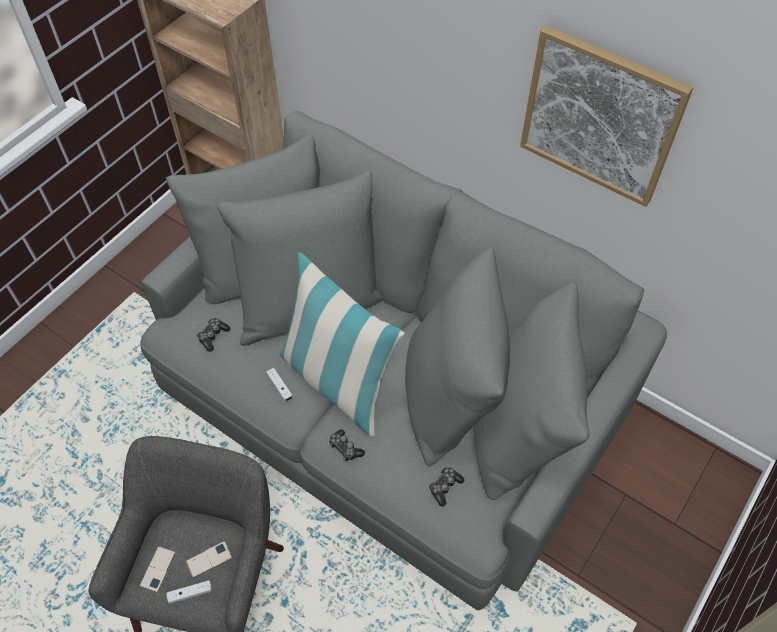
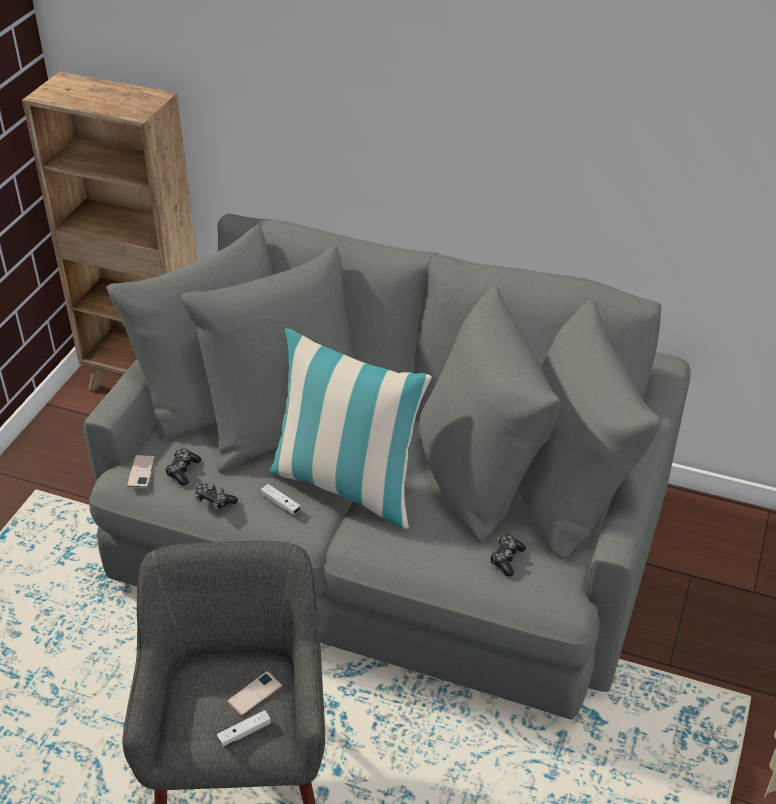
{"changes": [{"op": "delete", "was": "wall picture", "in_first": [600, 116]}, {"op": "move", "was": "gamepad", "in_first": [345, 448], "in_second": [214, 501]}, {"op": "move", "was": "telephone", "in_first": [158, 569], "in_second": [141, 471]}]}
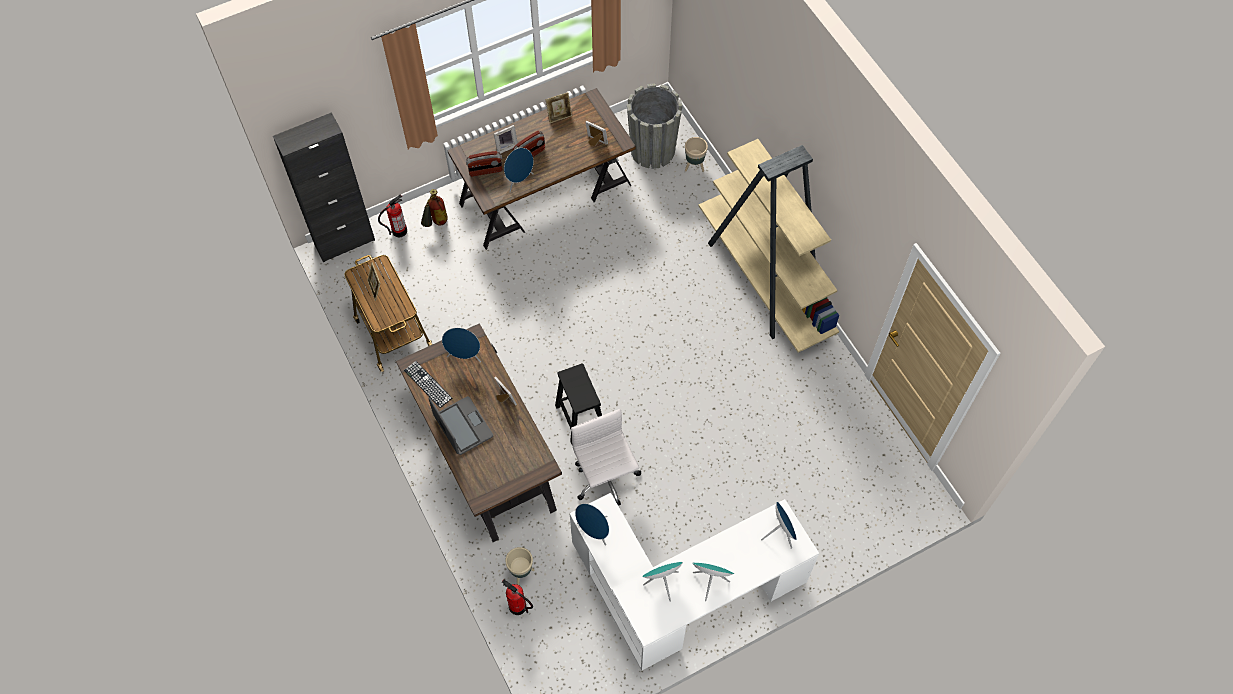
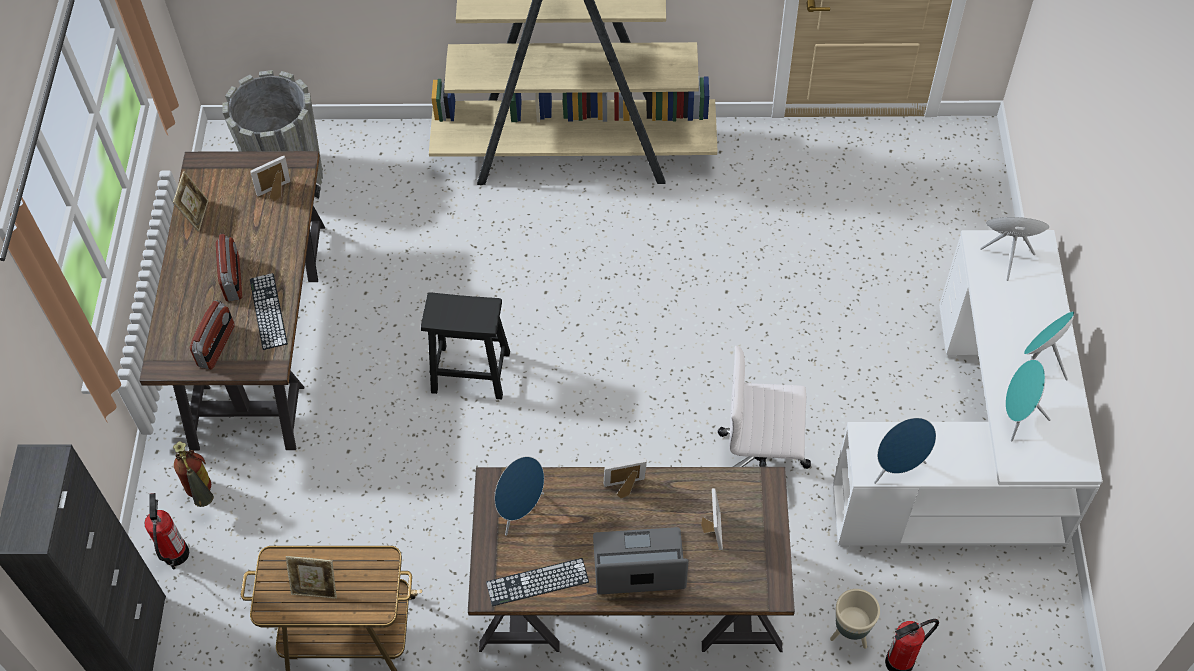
{"changes": [{"op": "move", "was": "standing frame", "in_first": [506, 146], "in_second": [711, 531]}, {"op": "delete", "was": "sand-coloured plant pot", "in_first": [694, 166]}, {"op": "replace", "was": "blue loudspeaker", "now": "keyboard", "in_first": [519, 181], "in_second": [268, 311]}, {"op": "move", "was": "black sitting stool", "in_first": [581, 419], "in_second": [472, 372]}]}
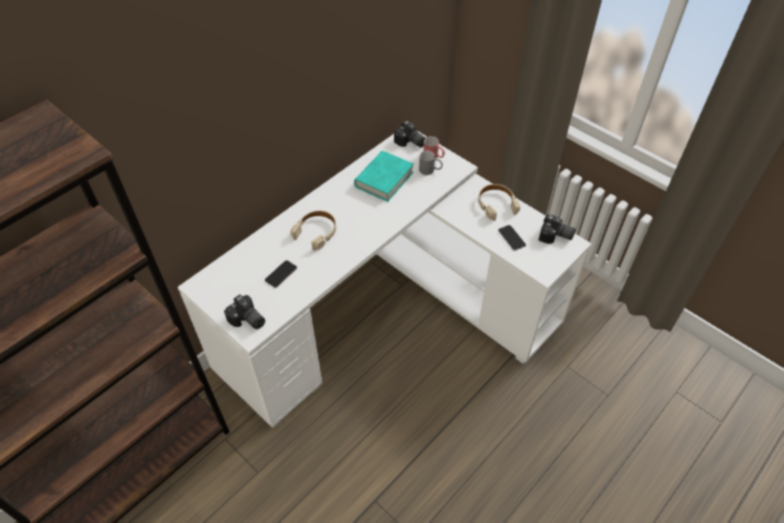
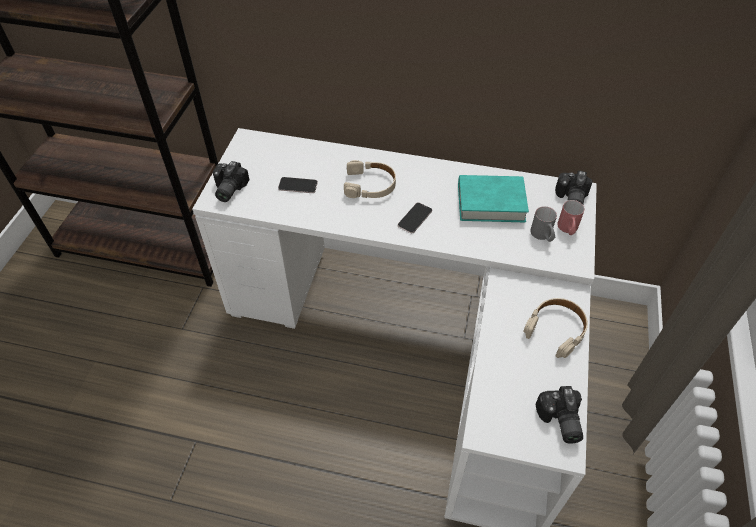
{"changes": [{"op": "move", "was": "telephone", "in_first": [511, 238], "in_second": [415, 218]}]}
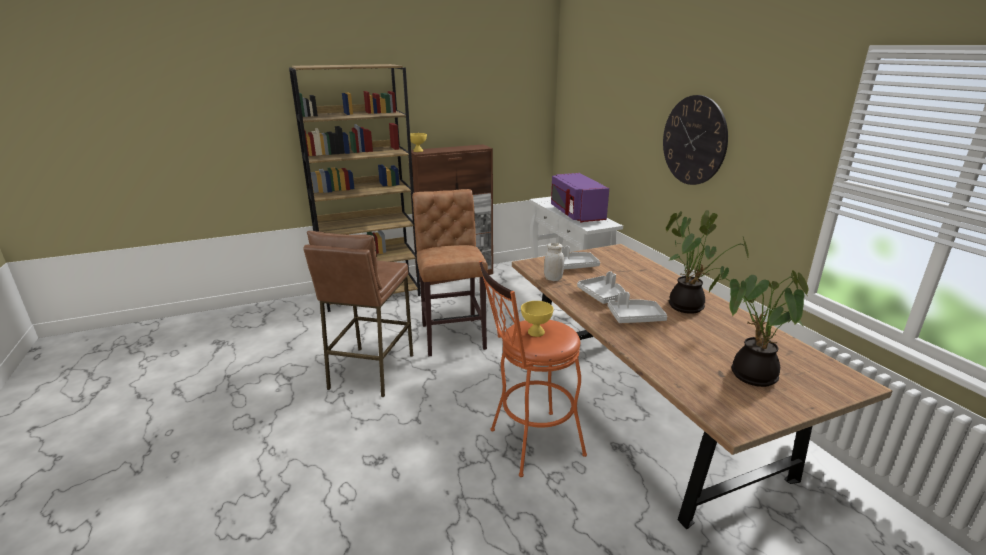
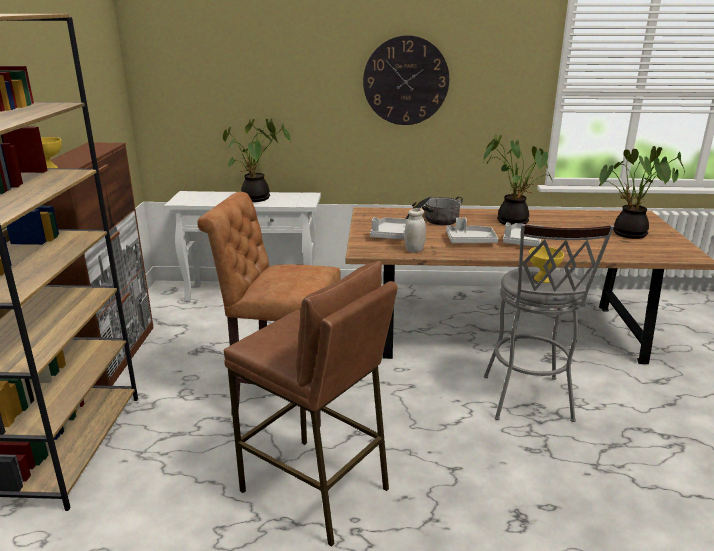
{"changes": [{"op": "replace", "was": "purple microwave oven", "now": "houseplant", "in_first": [576, 214], "in_second": [257, 199]}, {"op": "recolor", "was": "orangey sitting stool", "now": "greyish sitting stool", "in_first": [529, 444], "in_second": [528, 403]}, {"op": "insert", "now": "saucepot", "in_second": [433, 220]}]}
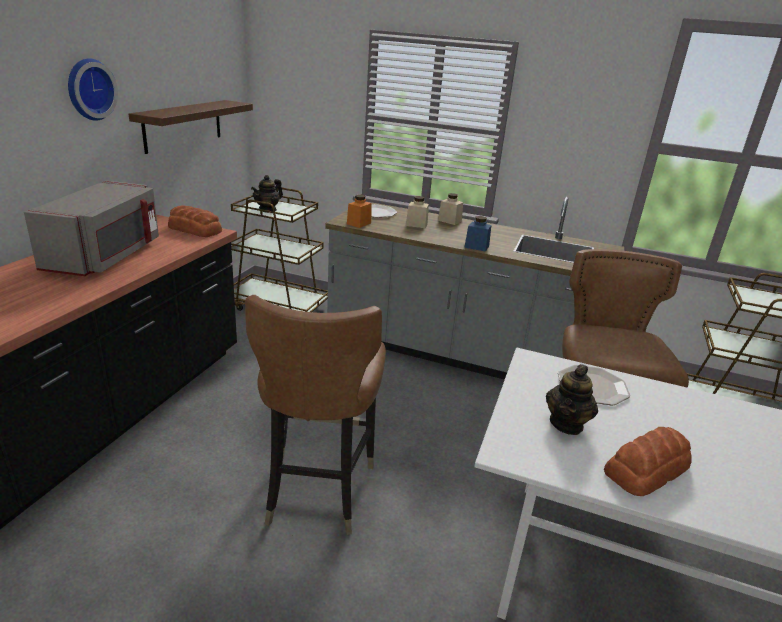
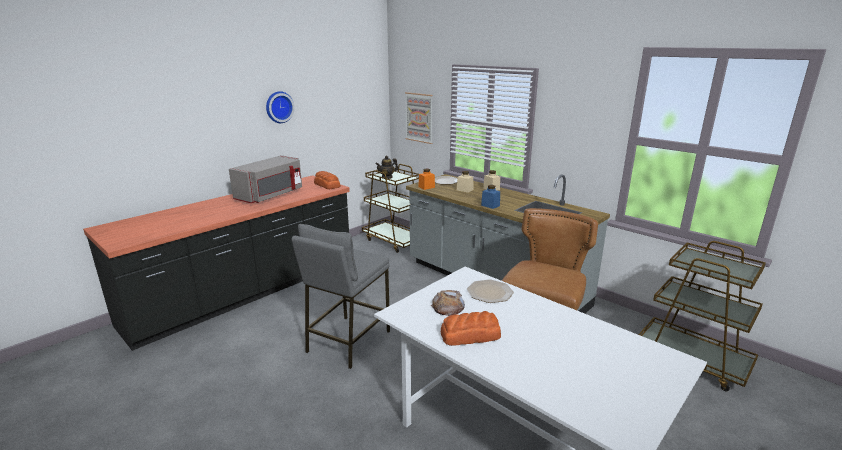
{"changes": [{"op": "delete", "was": "brown shelf", "in_first": [183, 125]}, {"op": "replace", "was": "brown chair", "now": "greyish sitting stool", "in_first": [317, 490], "in_second": [347, 341]}, {"op": "replace", "was": "pot for tea", "now": "bread", "in_first": [566, 424], "in_second": [448, 307]}, {"op": "insert", "now": "wall picture", "in_second": [419, 117]}]}
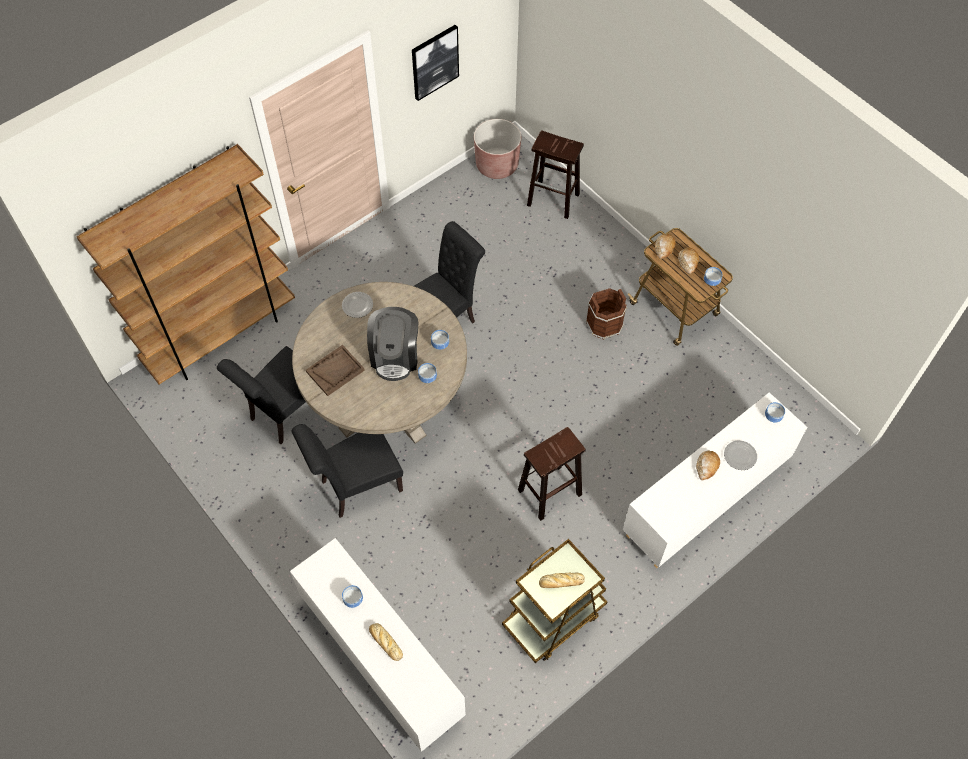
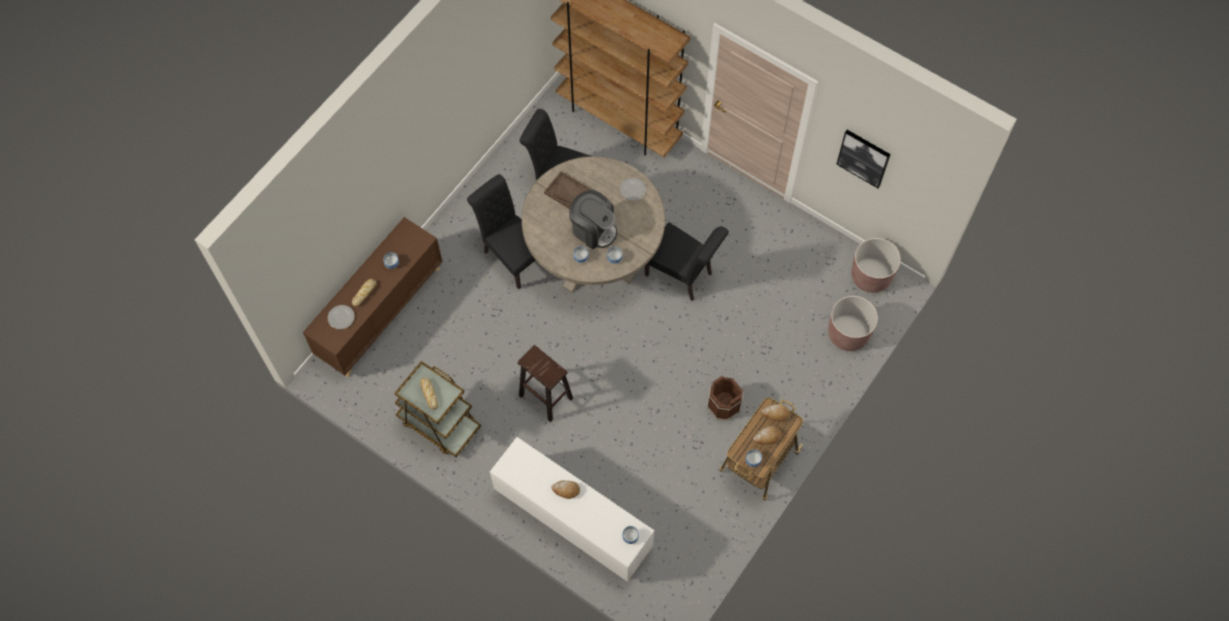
{"changes": [{"op": "replace", "was": "brown sitting stool", "now": "brown plant pot", "in_first": [554, 200], "in_second": [848, 333]}, {"op": "rotate", "was": "coffee brewer", "in_first": [395, 356], "in_second": [593, 229], "clockwise": -135}, {"op": "move", "was": "dinner plate", "in_first": [740, 455], "in_second": [341, 318]}, {"op": "recolor", "was": "white cupboard", "now": "brown cupboard", "in_first": [381, 657], "in_second": [381, 312]}]}
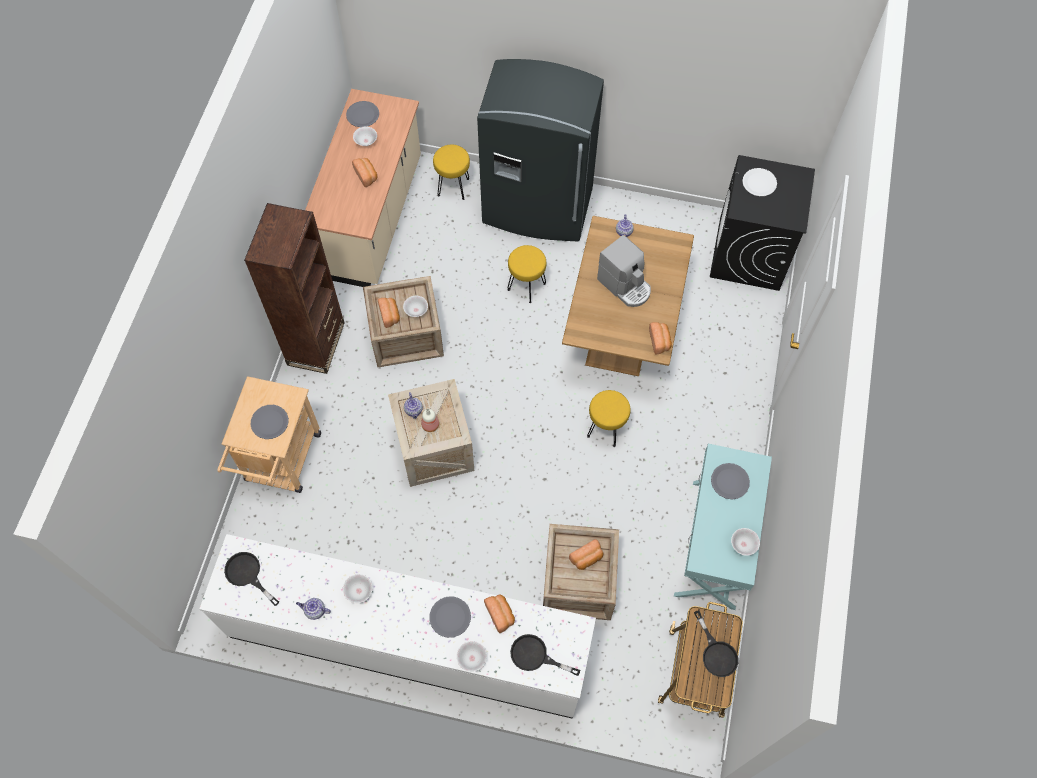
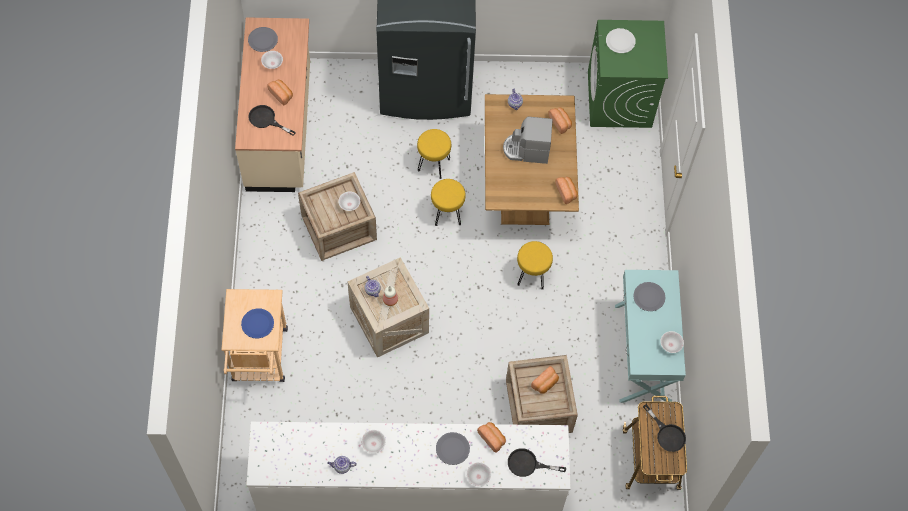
{"changes": [{"op": "move", "was": "yellow-coloured sitting stool", "in_first": [453, 186], "in_second": [447, 213]}, {"op": "recolor", "was": "black laundry appliance", "now": "greenish laundry appliance", "in_first": [749, 254], "in_second": [619, 100]}, {"op": "delete", "was": "brown shelving unit", "in_first": [316, 343]}, {"op": "rotate", "was": "coffee brewer", "in_first": [625, 285], "in_second": [527, 150], "clockwise": 150}, {"op": "move", "was": "bread", "in_first": [390, 315], "in_second": [560, 122]}, {"op": "recolor", "was": "greyish dinner plate", "now": "blue dinner plate", "in_first": [269, 422], "in_second": [257, 324]}, {"op": "move", "was": "black frying pan", "in_first": [247, 575], "in_second": [266, 120]}]}
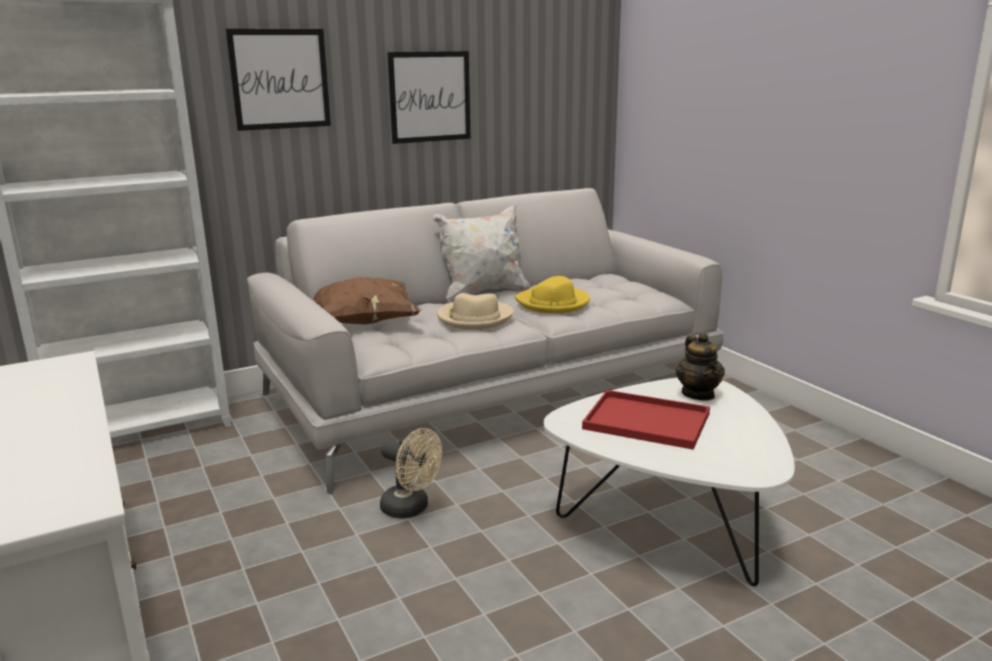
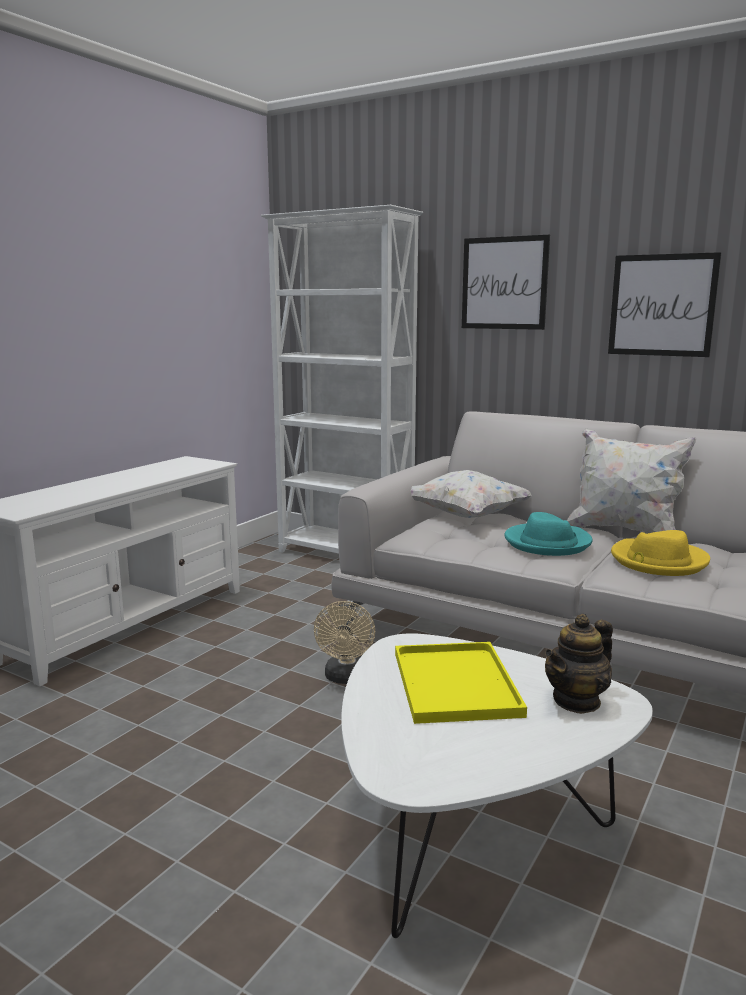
{"changes": [{"op": "recolor", "was": "brown throw pillow", "now": "white throw pillow", "in_first": [364, 323], "in_second": [465, 516]}, {"op": "recolor", "was": "sand-coloured wearable hat", "now": "turquoise-coloured wearable hat", "in_first": [474, 318], "in_second": [547, 543]}, {"op": "recolor", "was": "red-coloured tray", "now": "yellow-coloured tray", "in_first": [649, 421], "in_second": [457, 685]}]}
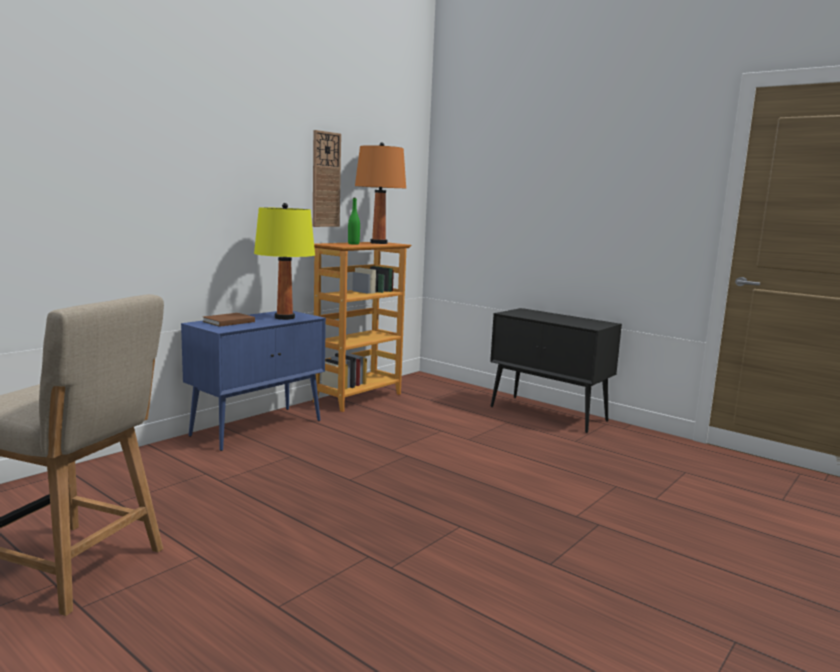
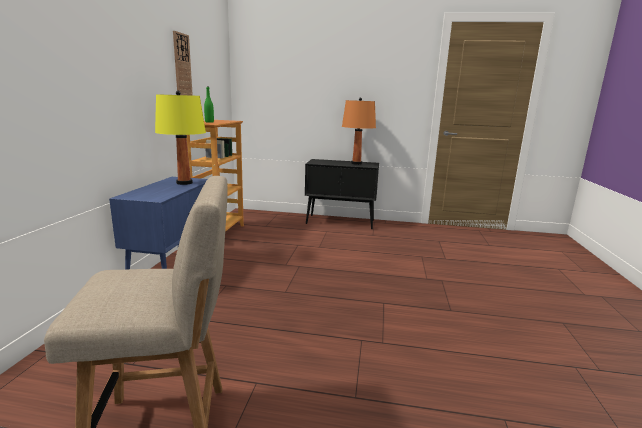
{"changes": [{"op": "move", "was": "orangey lamp for a table", "in_first": [379, 243], "in_second": [356, 163]}, {"op": "delete", "was": "brown bound book", "in_first": [227, 322]}]}
